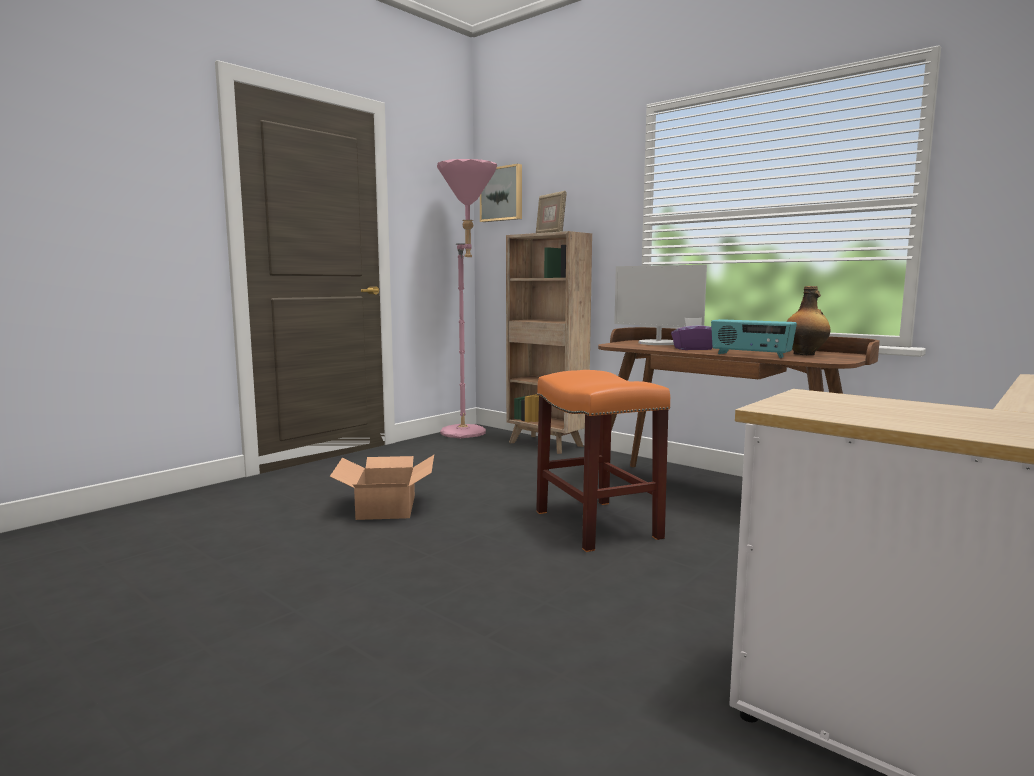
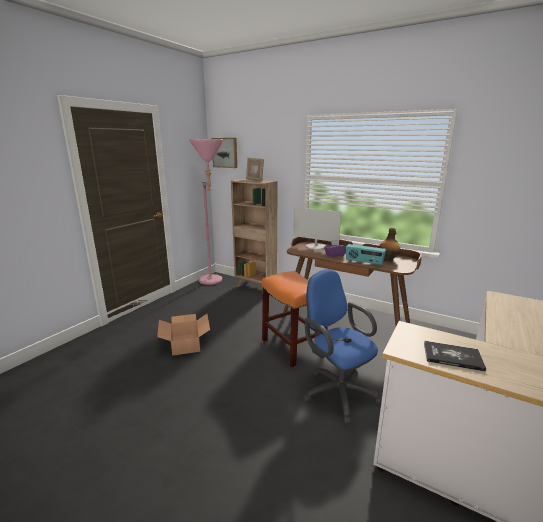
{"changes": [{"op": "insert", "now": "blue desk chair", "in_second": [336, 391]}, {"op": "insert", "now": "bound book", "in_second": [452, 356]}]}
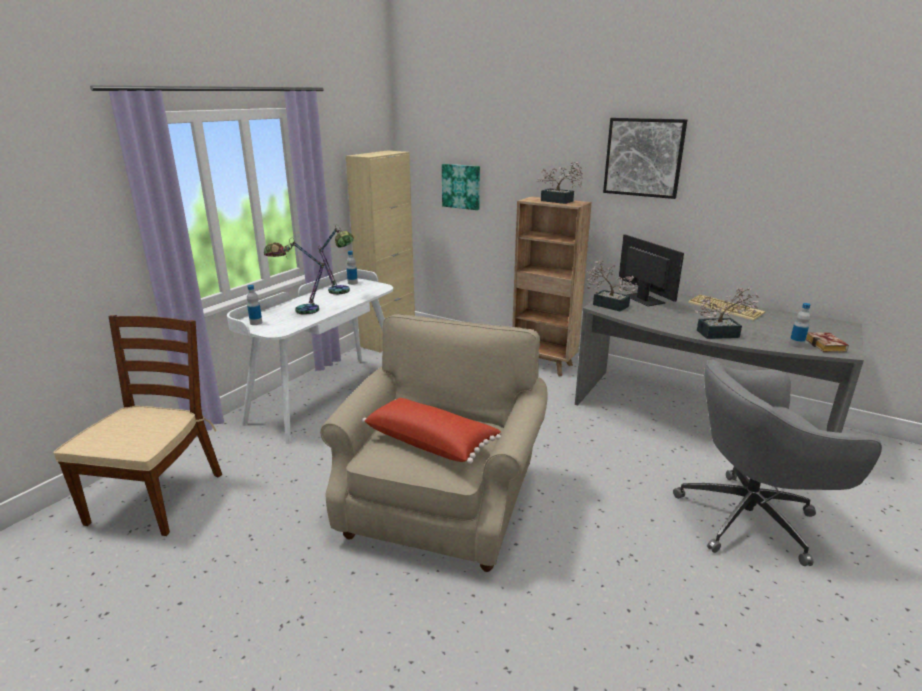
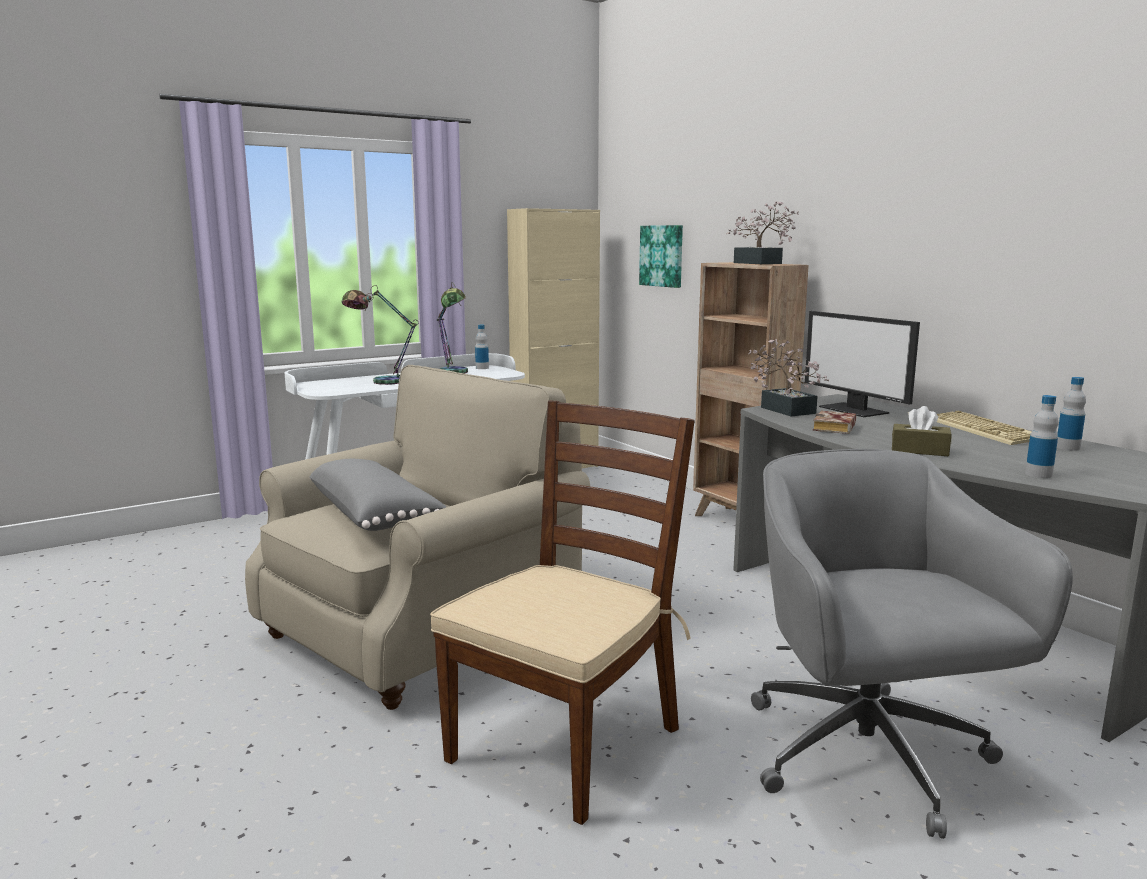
{"changes": [{"op": "delete", "was": "wall picture", "in_first": [643, 157]}, {"op": "rotate", "was": "monitor", "in_first": [643, 299], "in_second": [855, 410], "clockwise": 150}, {"op": "move", "was": "drink bottle", "in_first": [256, 323], "in_second": [1067, 447]}, {"op": "replace", "was": "houseplant", "now": "brown box of tissues", "in_first": [722, 334], "in_second": [919, 450]}, {"op": "move", "was": "brown chair", "in_first": [157, 497], "in_second": [566, 743]}, {"op": "move", "was": "bound book", "in_first": [827, 346], "in_second": [835, 428]}, {"op": "rotate", "was": "greyish desk chair", "in_first": [751, 518], "in_second": [869, 759], "clockwise": 60}, {"op": "recolor", "was": "red-coloured throw pillow", "now": "greyish throw pillow", "in_first": [431, 441], "in_second": [374, 515]}]}
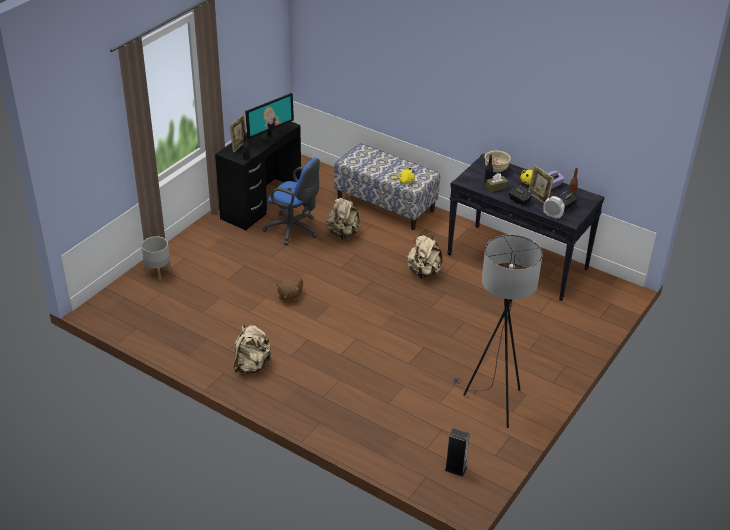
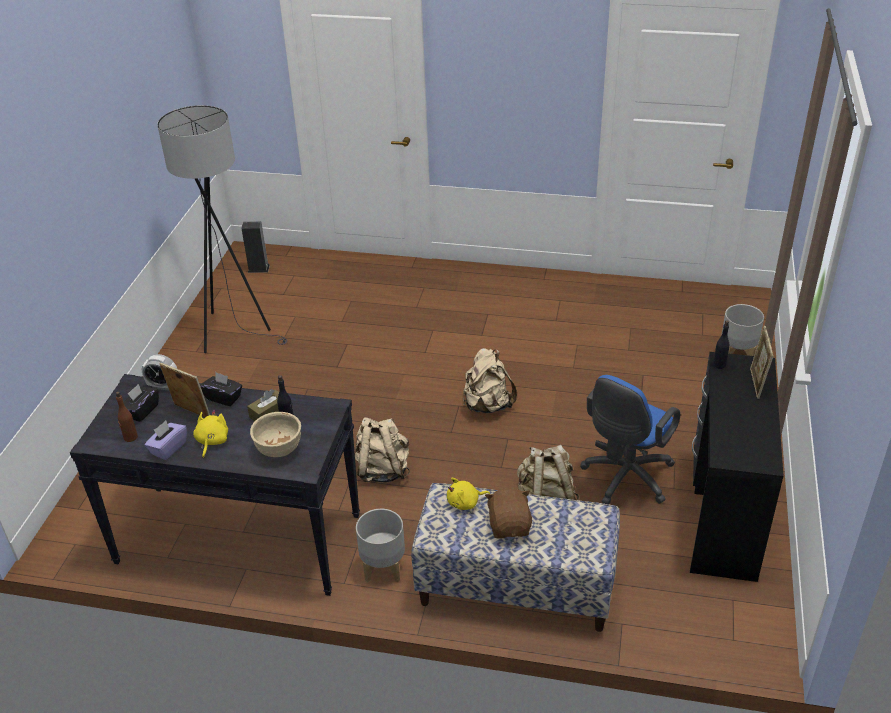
{"changes": [{"op": "delete", "was": "monitor", "in_first": [270, 136]}, {"op": "rotate", "was": "blue desk chair", "in_first": [294, 230], "in_second": [625, 479], "clockwise": -60}, {"op": "move", "was": "brown plush toy", "in_first": [290, 295], "in_second": [510, 526]}, {"op": "move", "was": "sand-coloured rucksack", "in_first": [251, 365], "in_second": [487, 405]}, {"op": "insert", "now": "greyish plant pot", "in_second": [383, 568]}]}
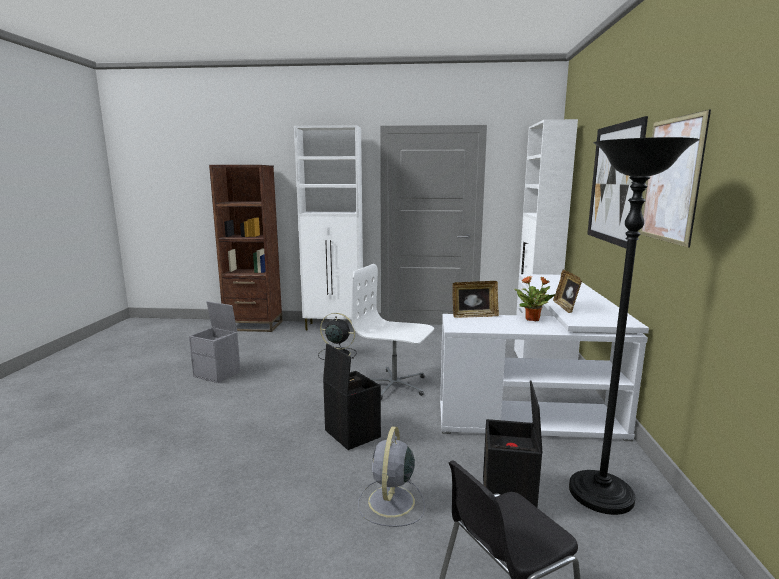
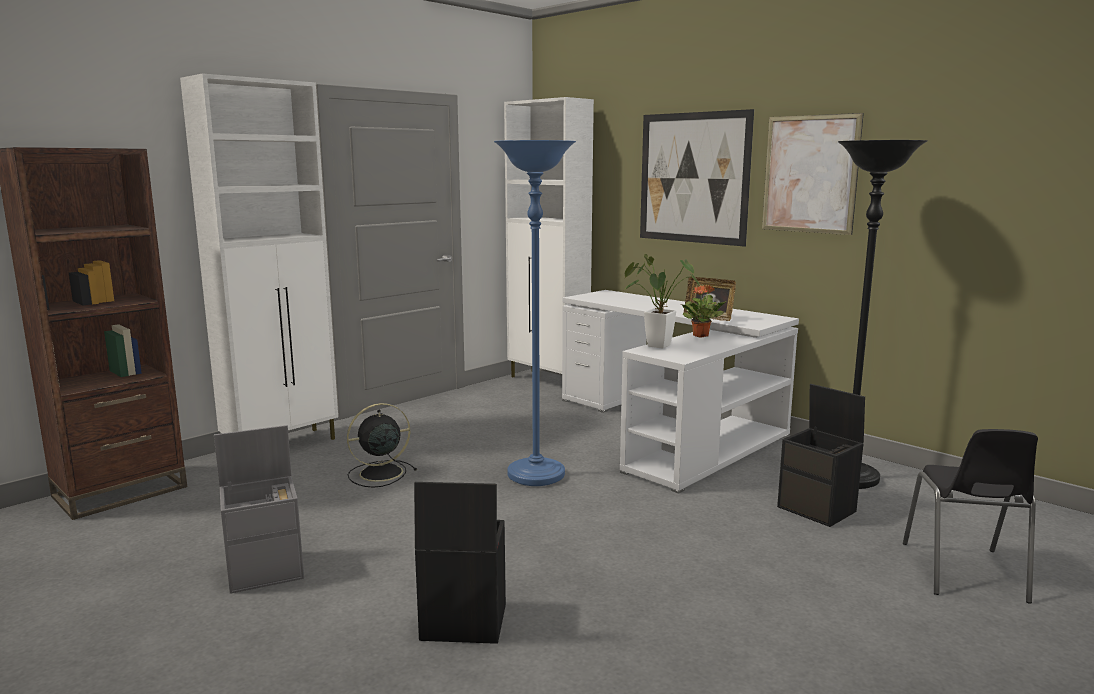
{"changes": [{"op": "replace", "was": "white desk chair", "now": "blue standard lamp", "in_first": [394, 385], "in_second": [536, 475]}, {"op": "replace", "was": "standing frame", "now": "houseplant", "in_first": [474, 316], "in_second": [654, 345]}, {"op": "move", "was": "black storage container", "in_first": [351, 433], "in_second": [461, 623]}, {"op": "delete", "was": "greyish cooling fan", "in_first": [391, 503]}]}
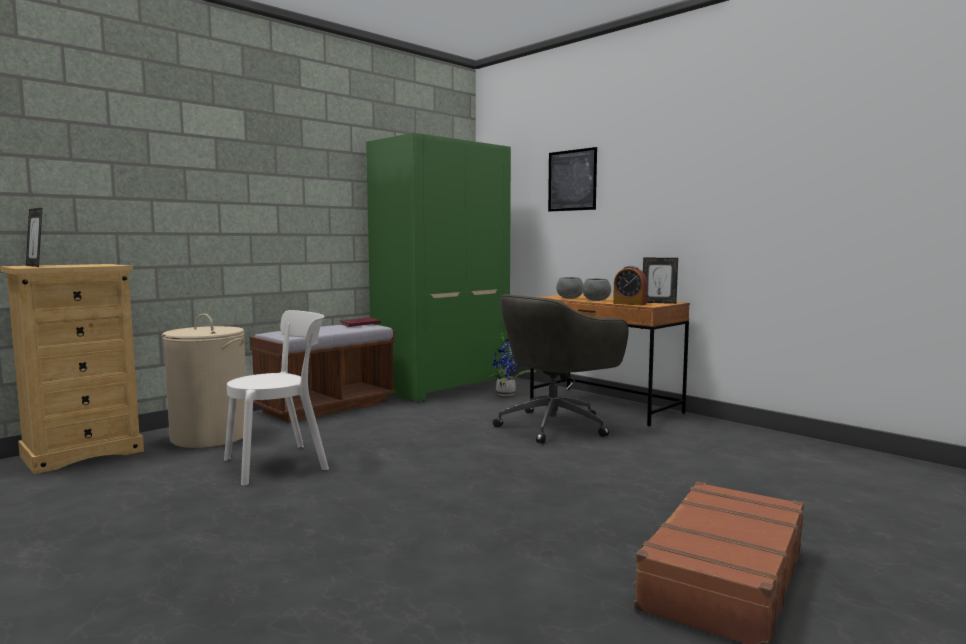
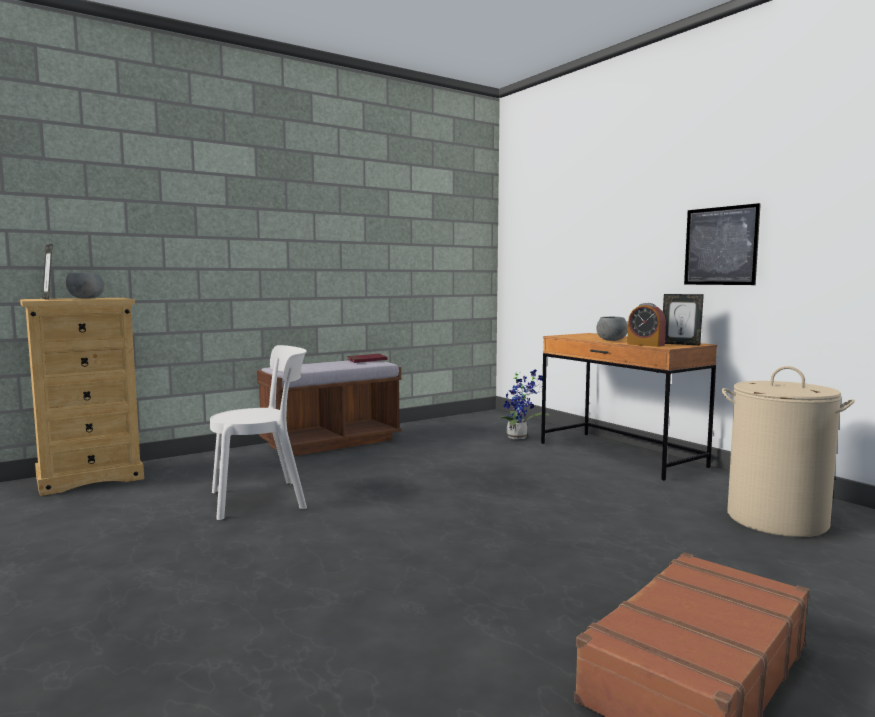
{"changes": [{"op": "delete", "was": "greenish armoire", "in_first": [442, 385]}, {"op": "move", "was": "wall picture", "in_first": [572, 180], "in_second": [720, 246]}, {"op": "move", "was": "greyish deep dish", "in_first": [569, 298], "in_second": [86, 298]}, {"op": "delete", "was": "greyish desk chair", "in_first": [556, 426]}, {"op": "move", "was": "sand-coloured laundry basket", "in_first": [209, 436], "in_second": [776, 519]}]}
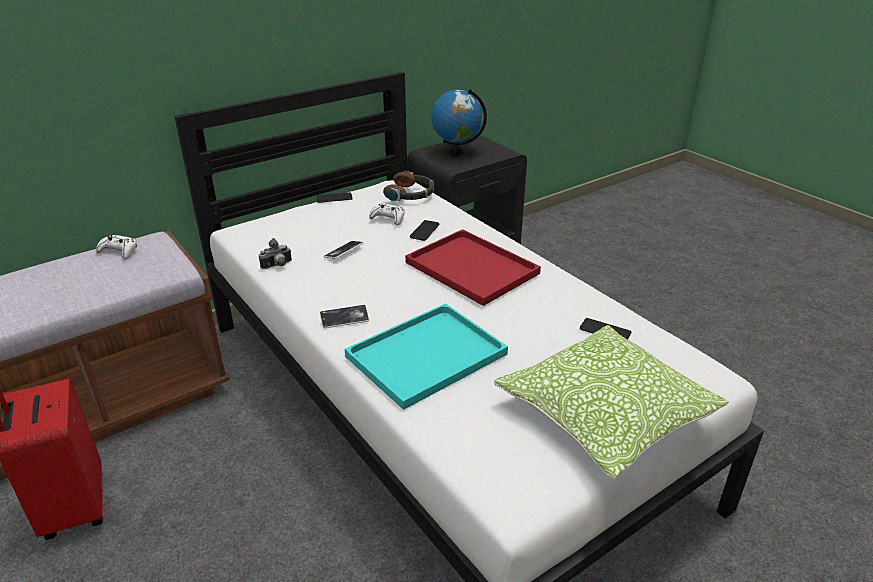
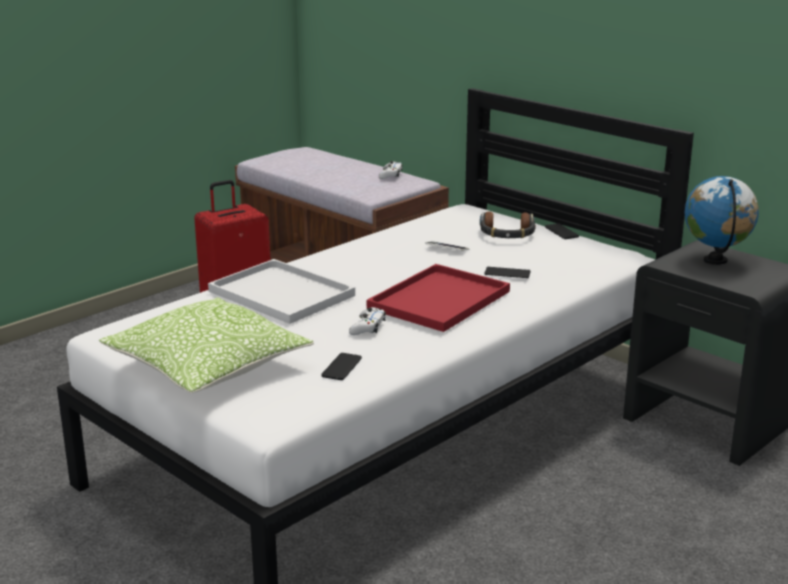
{"changes": [{"op": "move", "was": "pair of headphones", "in_first": [411, 194], "in_second": [507, 234]}, {"op": "move", "was": "white gamepad", "in_first": [388, 218], "in_second": [368, 327]}, {"op": "delete", "was": "still camera", "in_first": [277, 266]}, {"op": "recolor", "was": "turquoise-coloured tray", "now": "white tray", "in_first": [427, 353], "in_second": [284, 294]}, {"op": "delete", "was": "telephone", "in_first": [344, 319]}]}
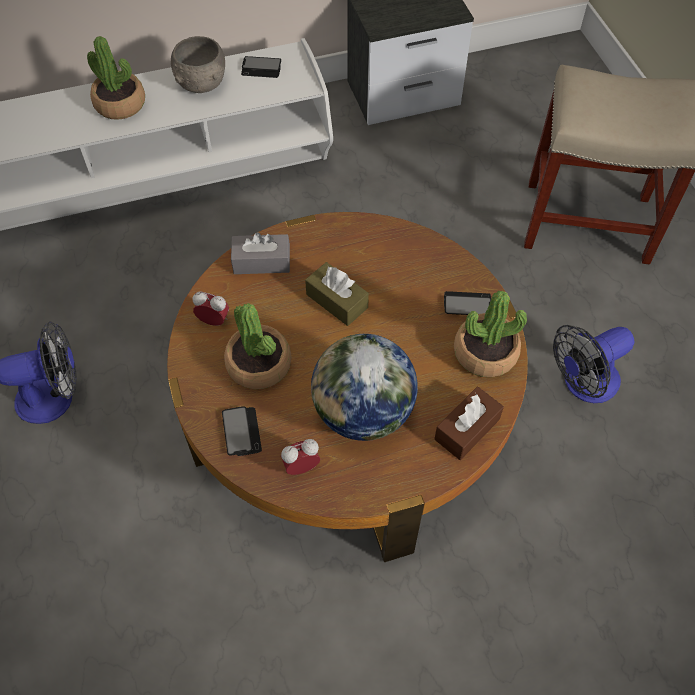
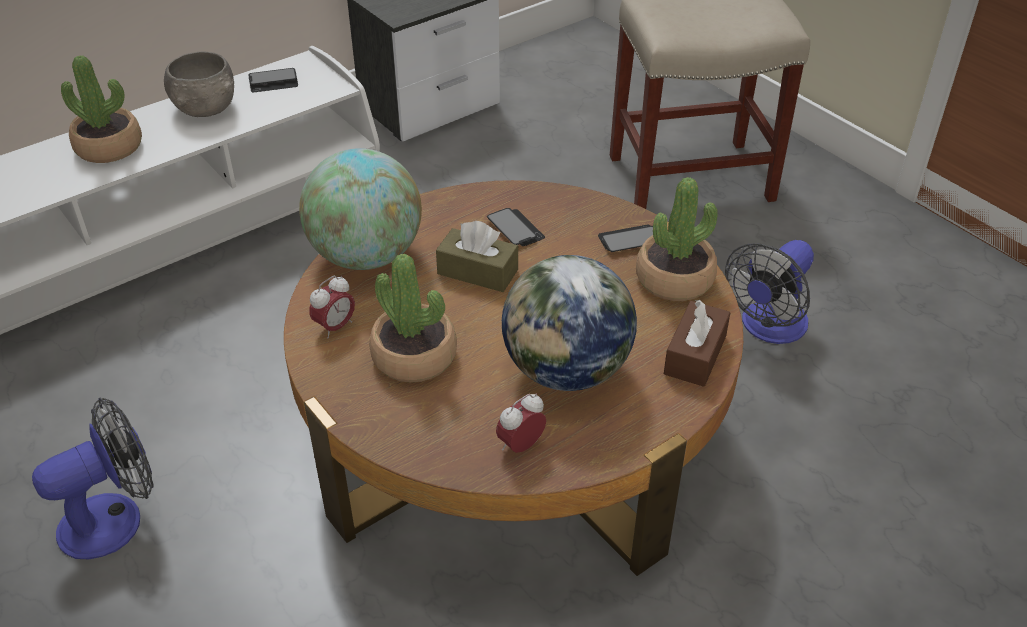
{"changes": [{"op": "replace", "was": "greyish box of tissues", "now": "world globe", "in_first": [261, 262], "in_second": [366, 256]}, {"op": "rotate", "was": "alarm clock", "in_first": [214, 321], "in_second": [335, 327], "clockwise": 135}, {"op": "move", "was": "telephone", "in_first": [241, 432], "in_second": [515, 229]}]}
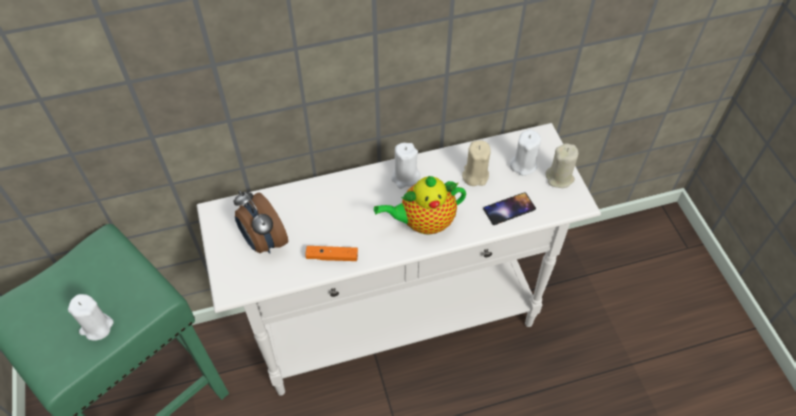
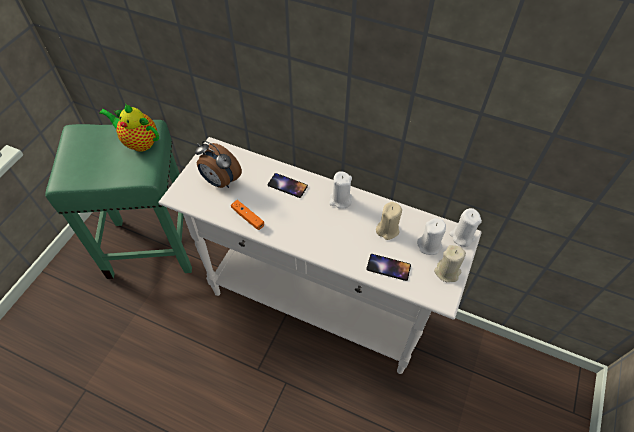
{"changes": [{"op": "move", "was": "pot for tea", "in_first": [423, 222], "in_second": [139, 142]}, {"op": "rotate", "was": "alarm clock", "in_first": [263, 241], "in_second": [220, 181], "clockwise": -60}, {"op": "move", "was": "white wax light", "in_first": [96, 327], "in_second": [462, 236]}, {"op": "insert", "now": "telephone", "in_second": [287, 185]}]}
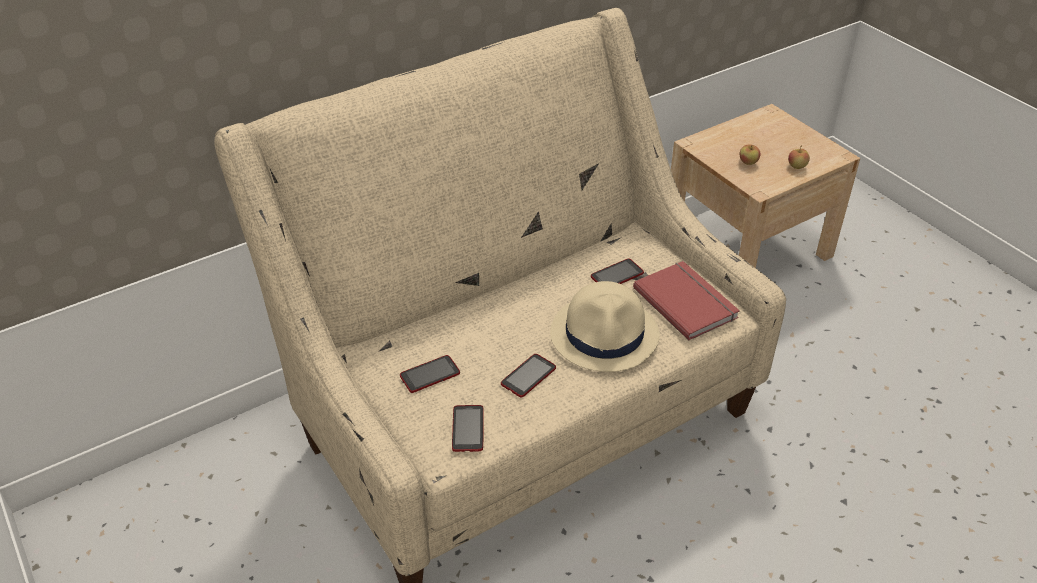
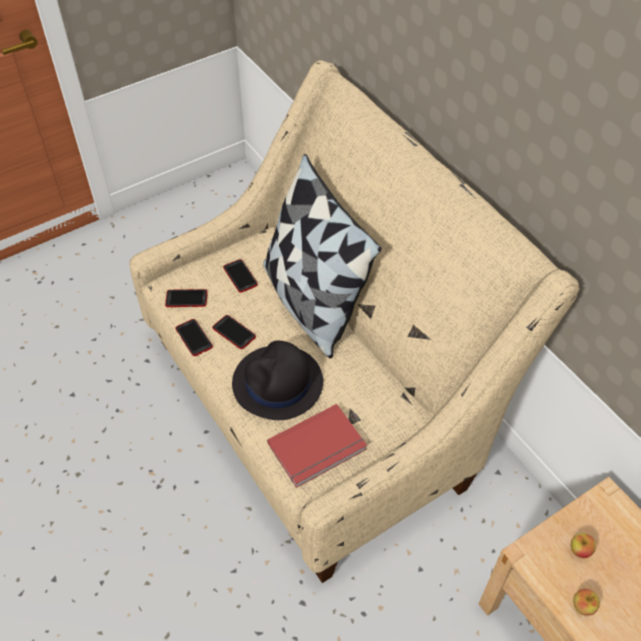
{"changes": [{"op": "move", "was": "telephone", "in_first": [617, 275], "in_second": [194, 338]}, {"op": "recolor", "was": "sand-coloured wearable hat", "now": "black wearable hat", "in_first": [605, 334], "in_second": [277, 384]}, {"op": "insert", "now": "throw pillow", "in_second": [312, 302]}]}
